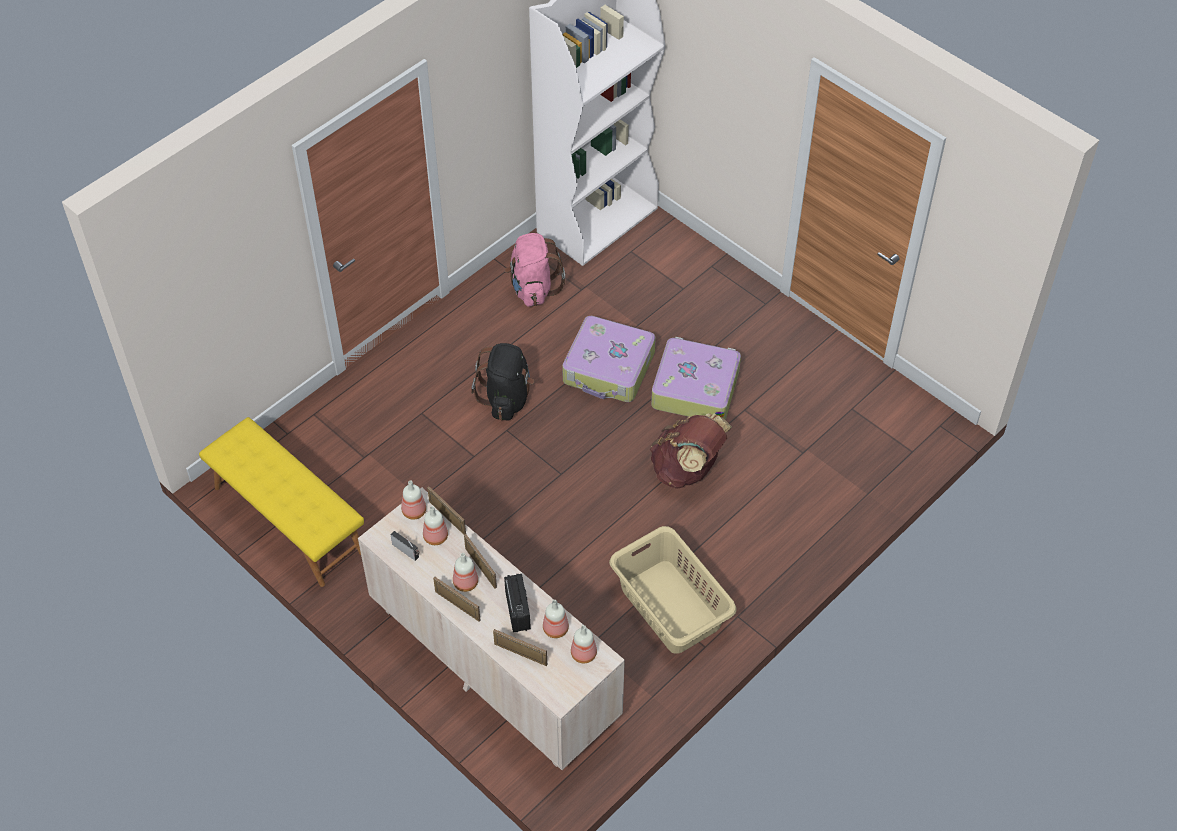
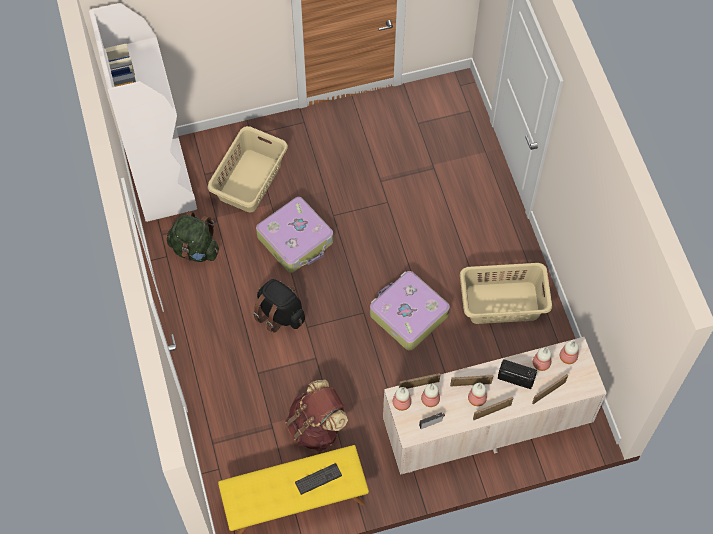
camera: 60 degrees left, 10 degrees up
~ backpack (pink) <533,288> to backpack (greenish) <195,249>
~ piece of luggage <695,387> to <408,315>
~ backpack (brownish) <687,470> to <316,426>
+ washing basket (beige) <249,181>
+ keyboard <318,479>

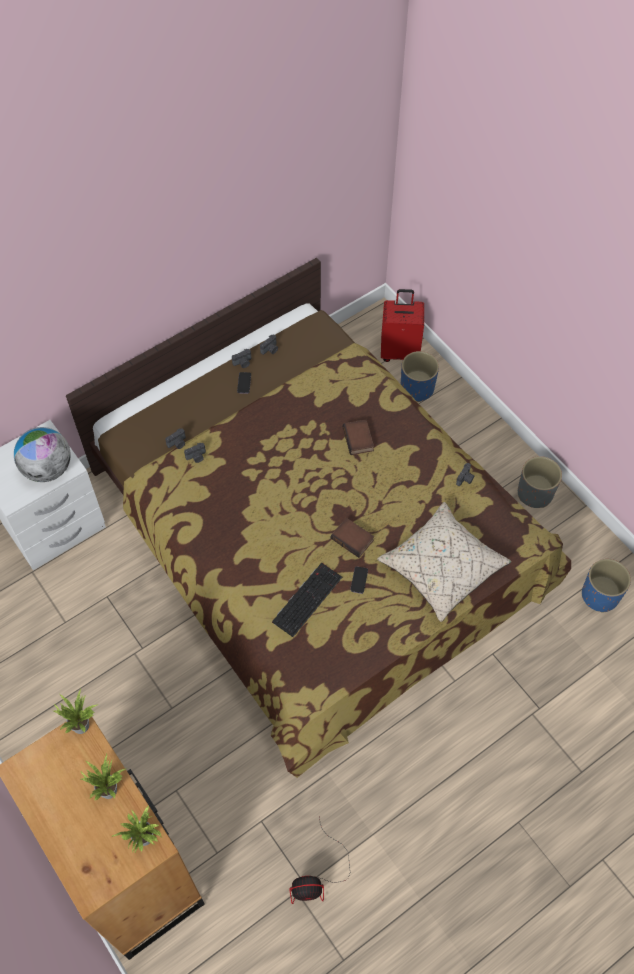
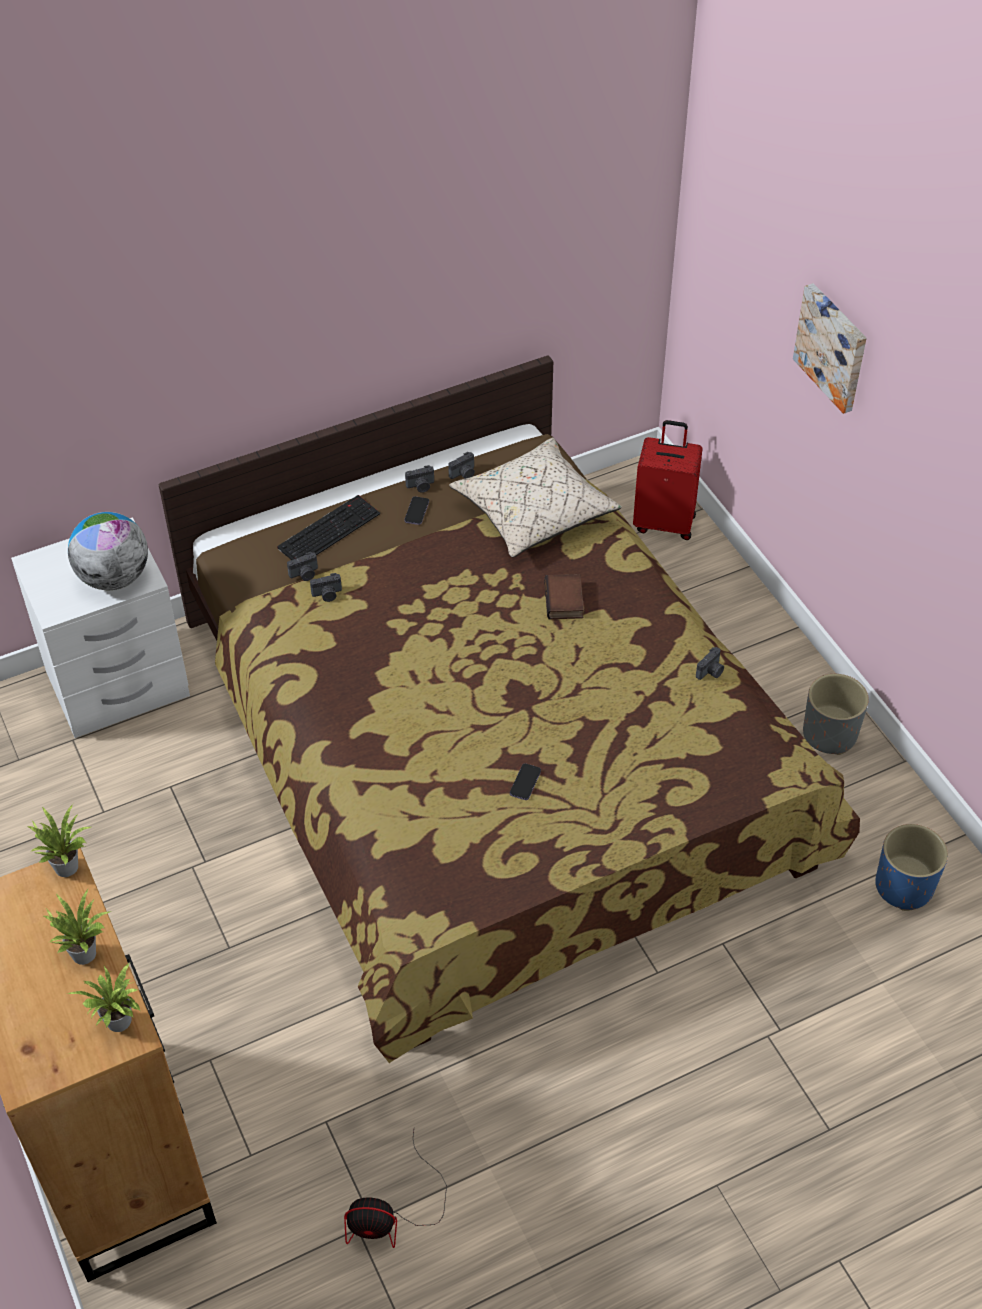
camera: 10 degrees right, 10 degrees down
- planter (blue-coloured) <417,388>
~ pillow (beige) <441,567> to <533,511>
- book <353,539>
~ keyboard <307,598> to <329,529>
+ wall art <833,347>

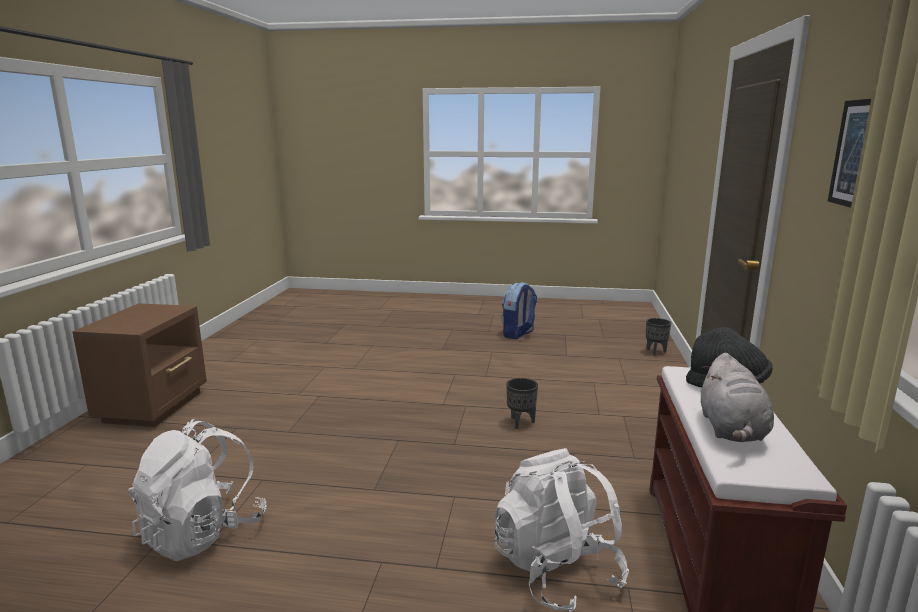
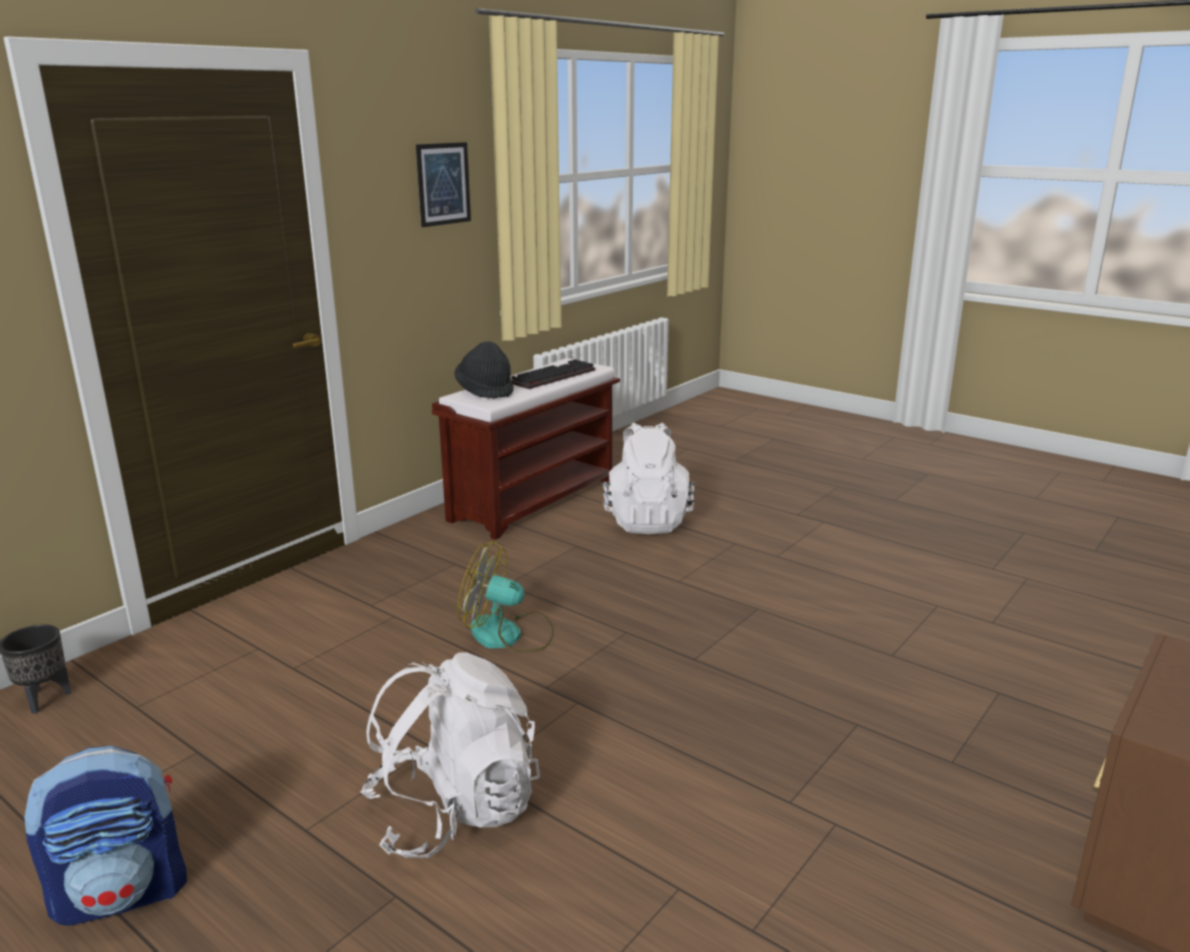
camera: 150 degrees left, 5 degrees up
~ plush toy (gray) <732,430> to keyboard <553,376>
~ planter (black) <520,422> to cooling fan <508,635>
~ backpack (white) <203,532> to <454,812>

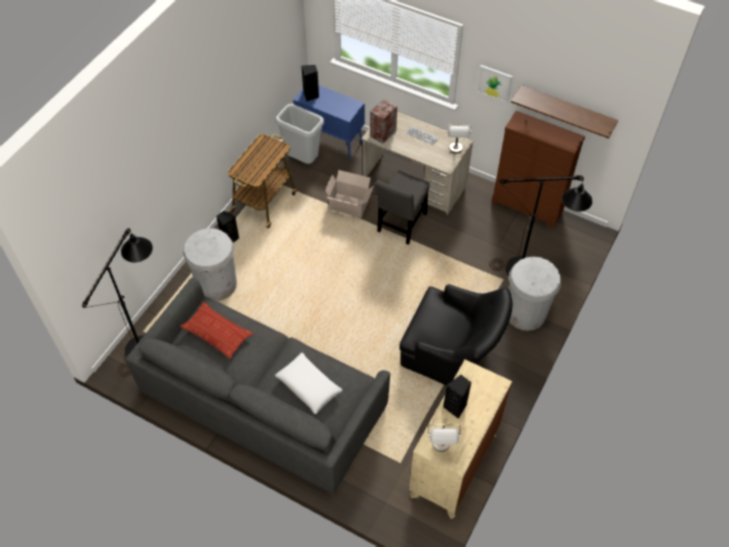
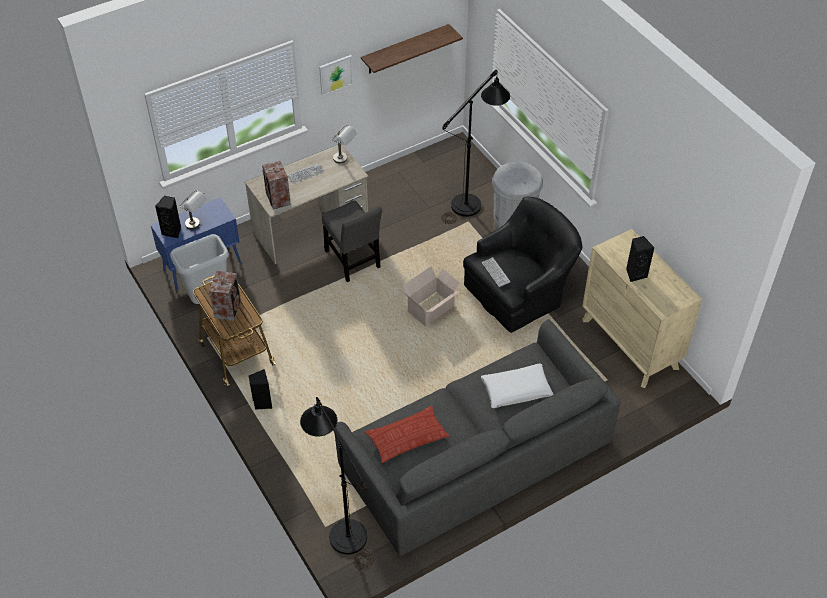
camera: 60 degrees left, 5 degrees down
- chest of drawers (brownish) <527,208>
~ carton <349,206> to <432,308>
- rubbish bin (white) <217,285>
~ table lamp (gray) <441,449> to <197,225>
+ keyboard <495,272>
+ audio speaker <228,308>

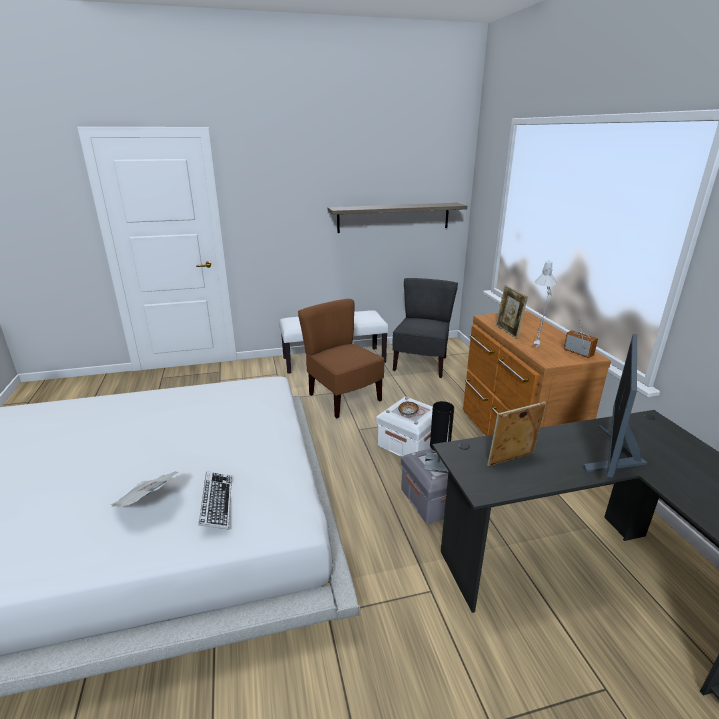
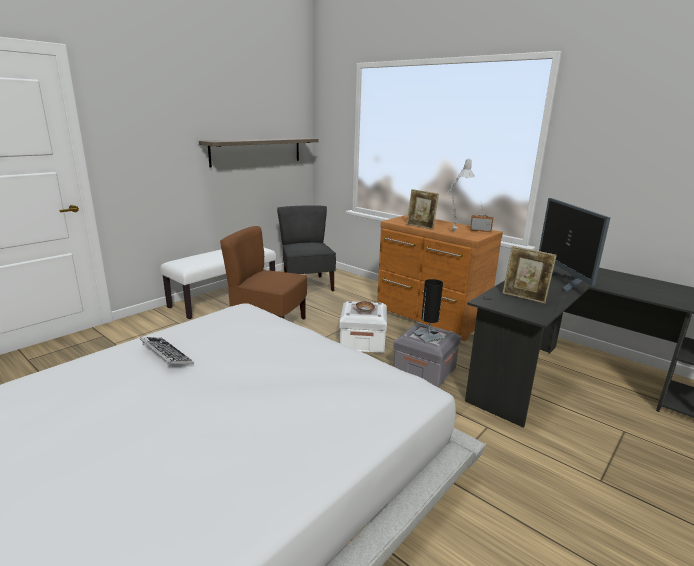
camera: 35 degrees left, 5 degrees down
~ photo frame <511,461> = <524,298> 90 degrees counterclockwise
- daily paper <148,502>
~ keyboard <216,503> to <165,355>

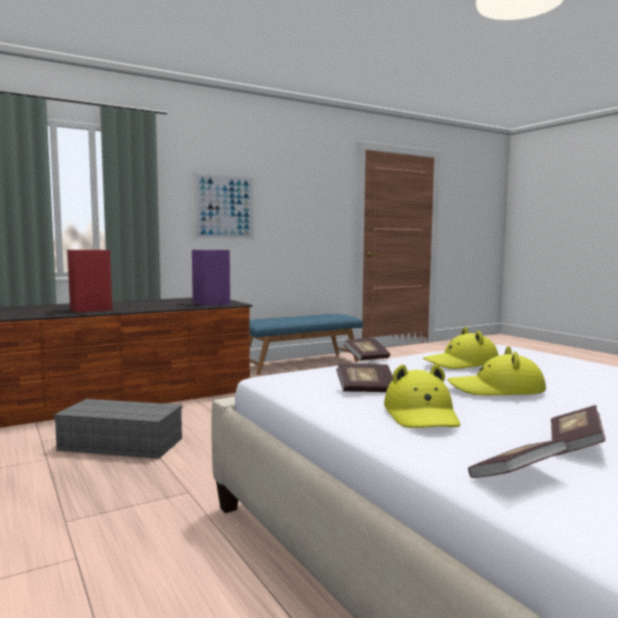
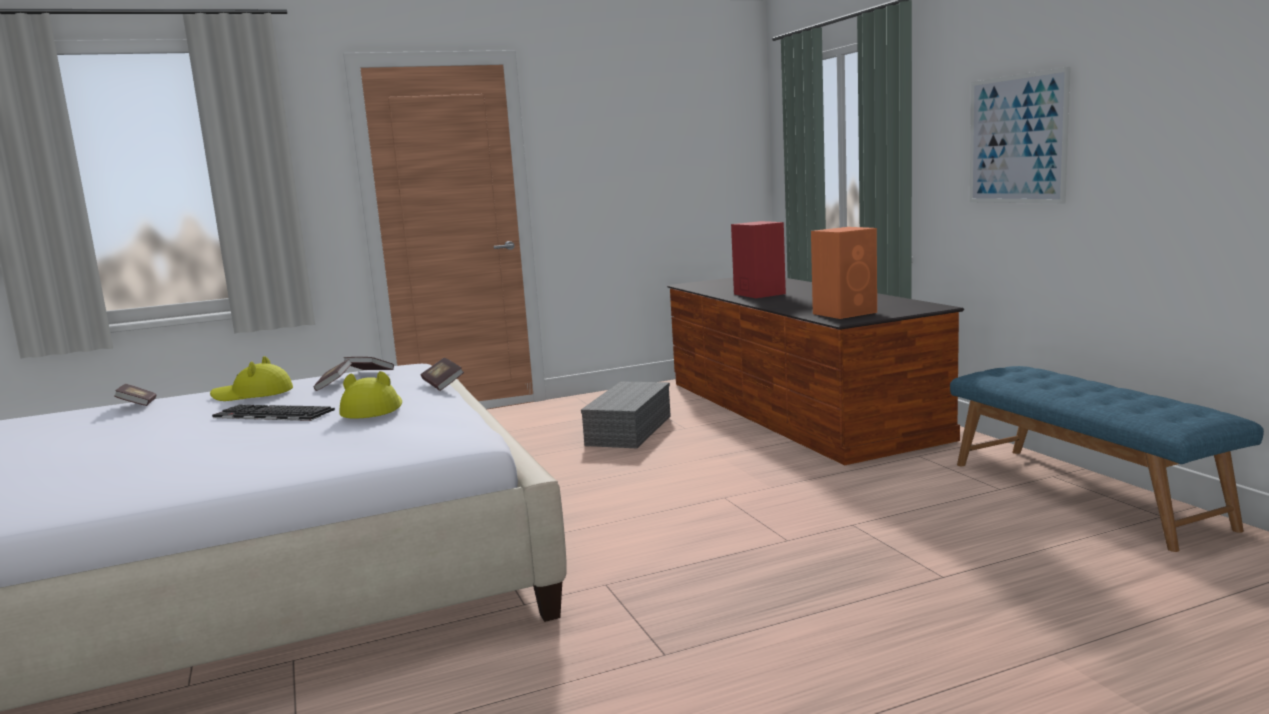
camera: 100 degrees right, 5 degrees up
~ audio speaker (purple) <210,303> to audio speaker (orange-coloured) <845,313>
~ hat (yellow-coloured) <497,389> to keyboard <271,414>
~ book <574,445> to <369,373>

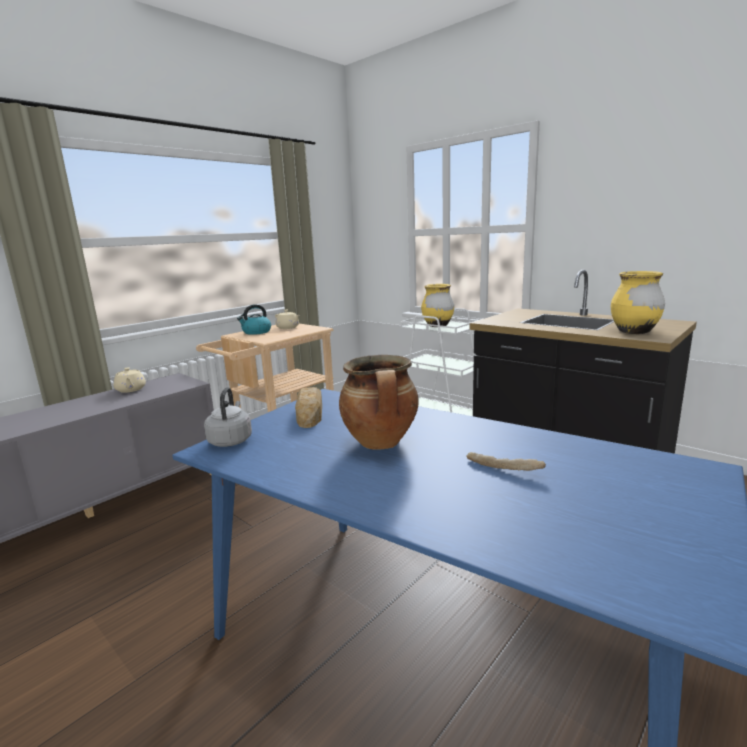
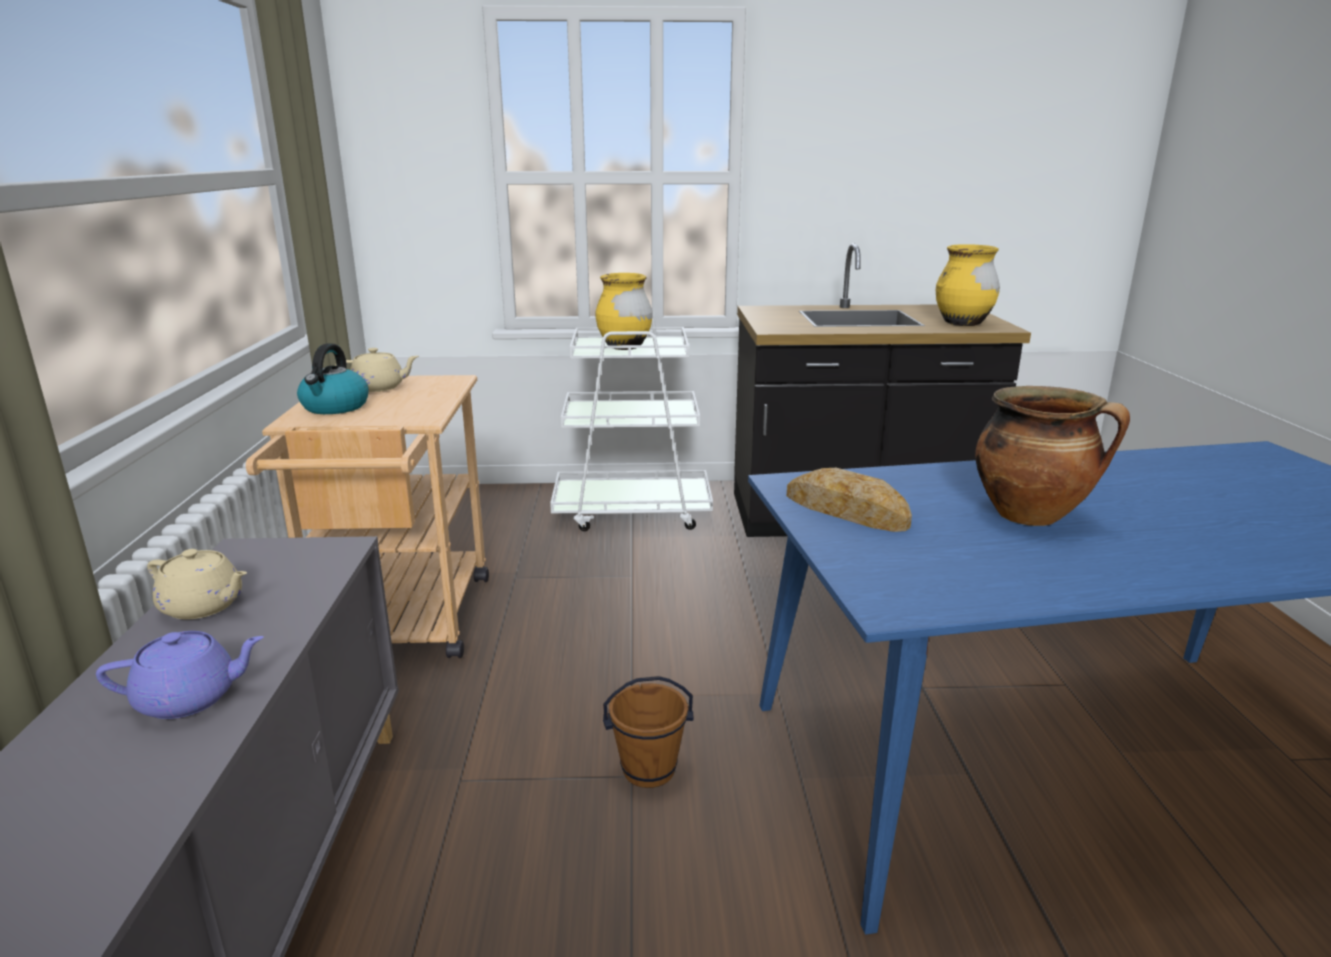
camera: 45 degrees left, 5 degrees up
- tea kettle (gray) <231,440>
- baked bread <504,468>
+ teapot (purple) <190,698>
+ bucket (brownish) <649,771>

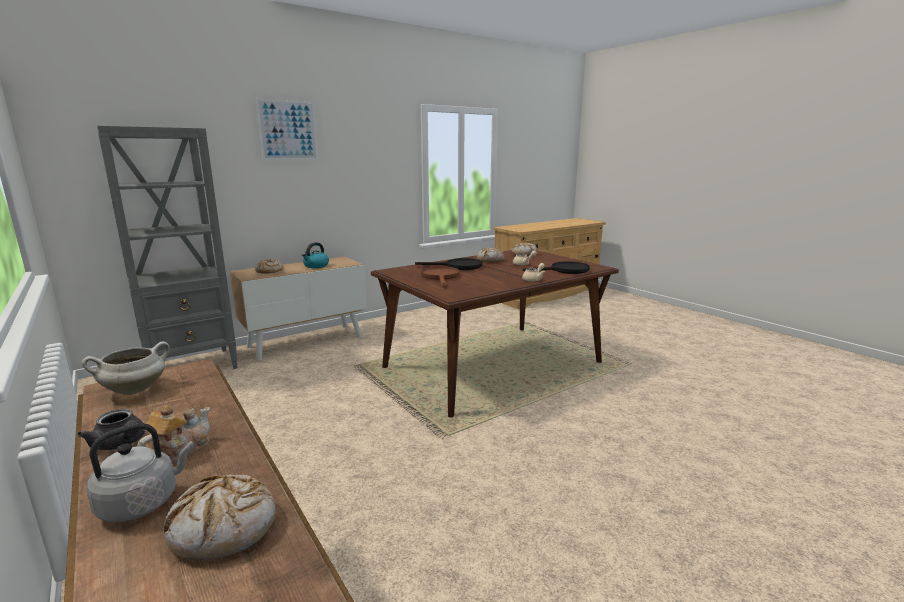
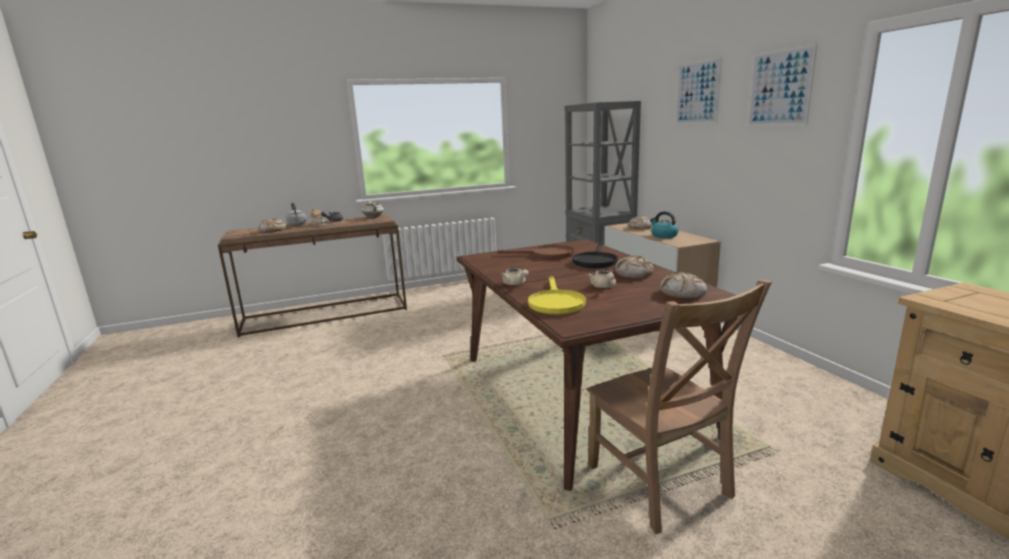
camera: 105 degrees right, 0 degrees up
~ skillet (black) <564,270> to skillet (yellow-coloured) <555,302>
+ wall art <779,88>
+ plain chair (brownish) <661,485>

